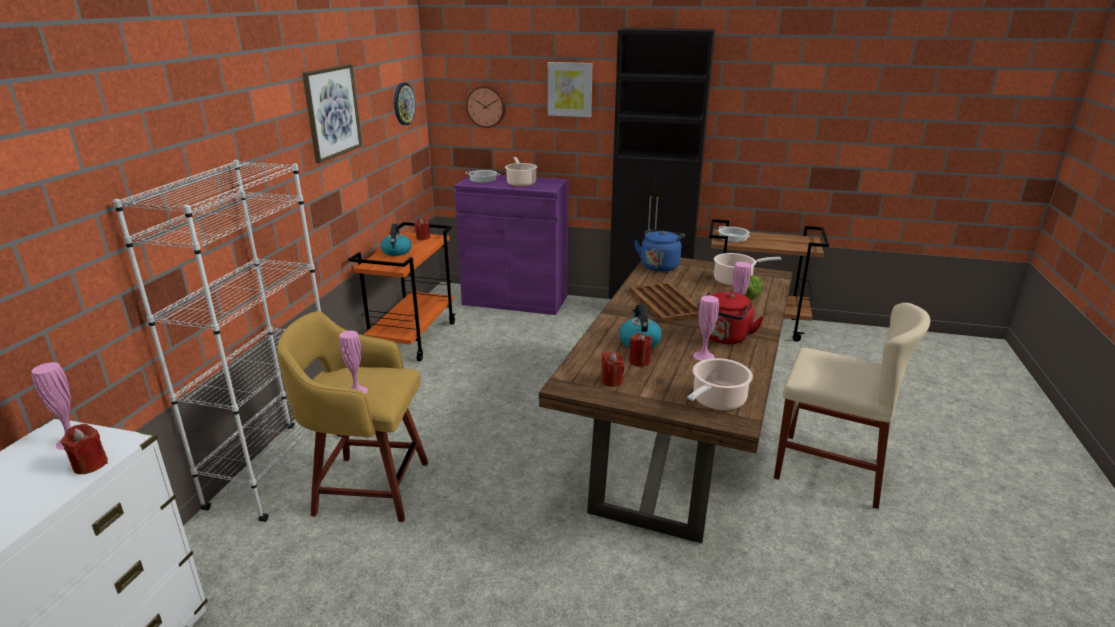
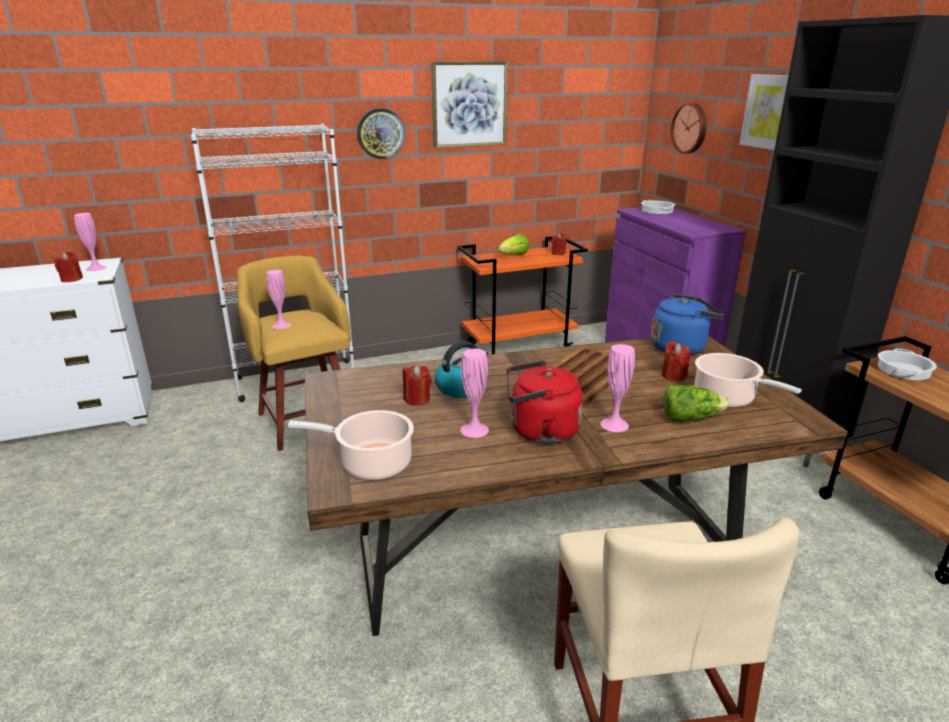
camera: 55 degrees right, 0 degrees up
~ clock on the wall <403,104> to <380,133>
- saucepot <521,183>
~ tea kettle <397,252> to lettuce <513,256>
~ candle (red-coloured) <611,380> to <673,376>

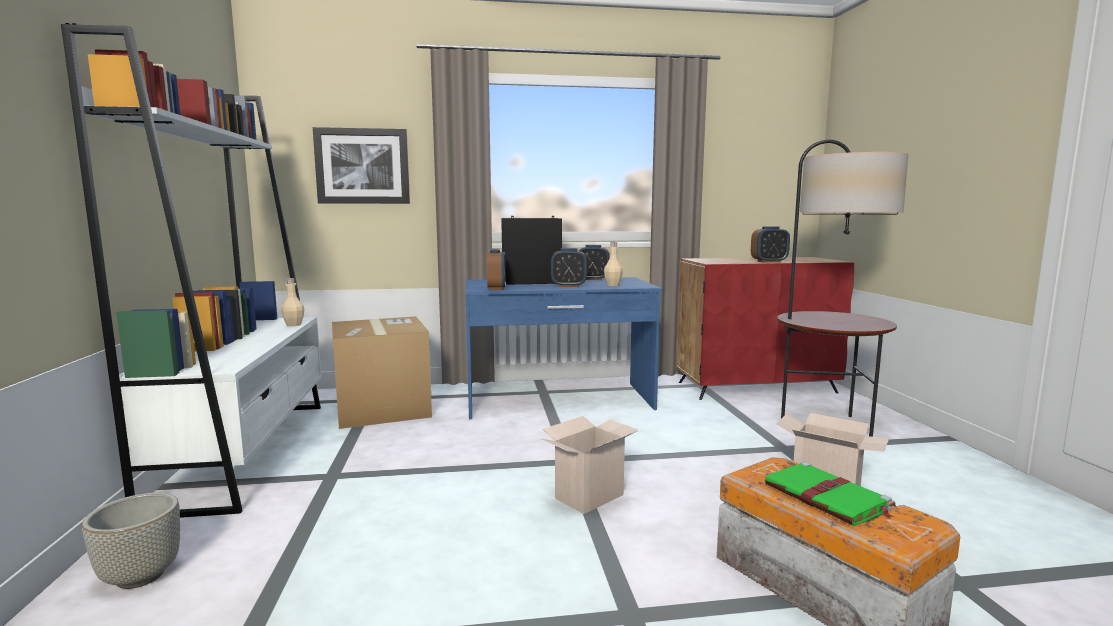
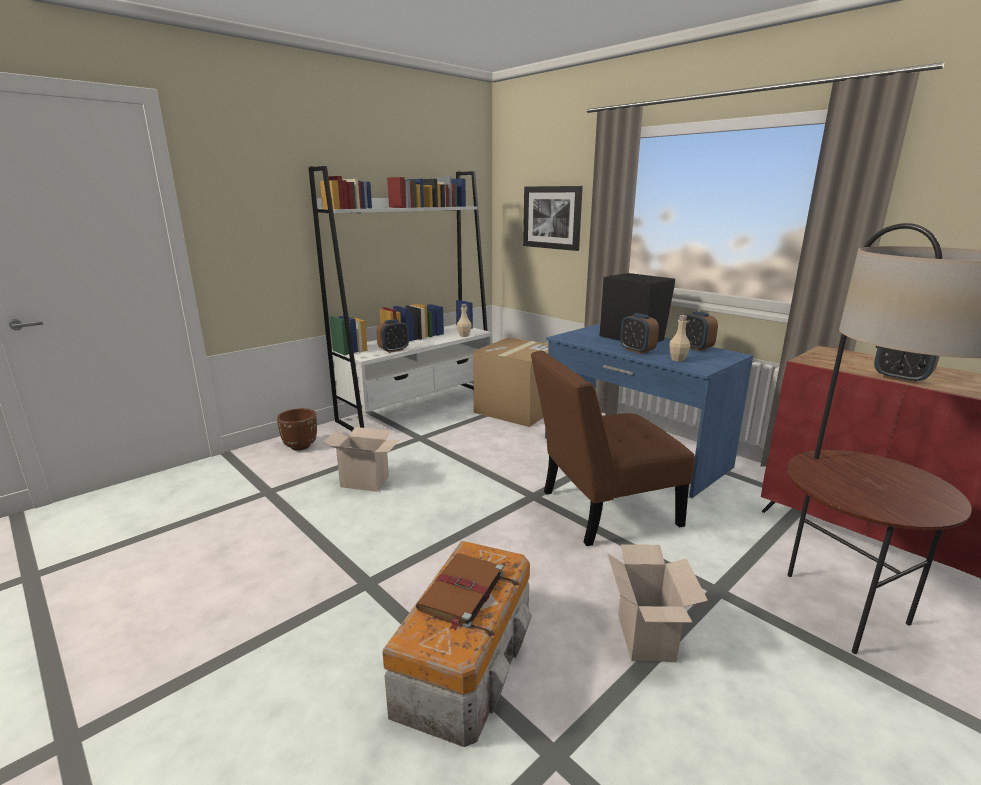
camera: 55 degrees right, 10 degrees up
~ table clock <497,288> to <393,350>
~ carton <589,495> to <366,482>
~ book (greenish) <827,498> to book (brownish) <461,592>
~ planter (gray) <141,577> to planter (brownish) <300,446>
+ plain chair (brownish) <602,510>

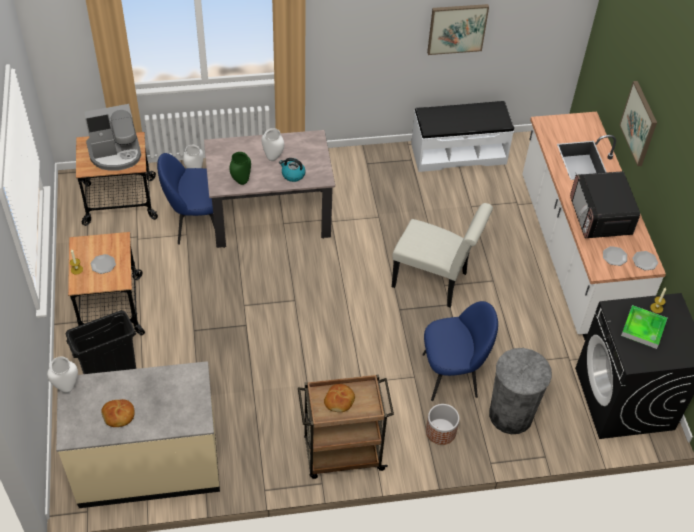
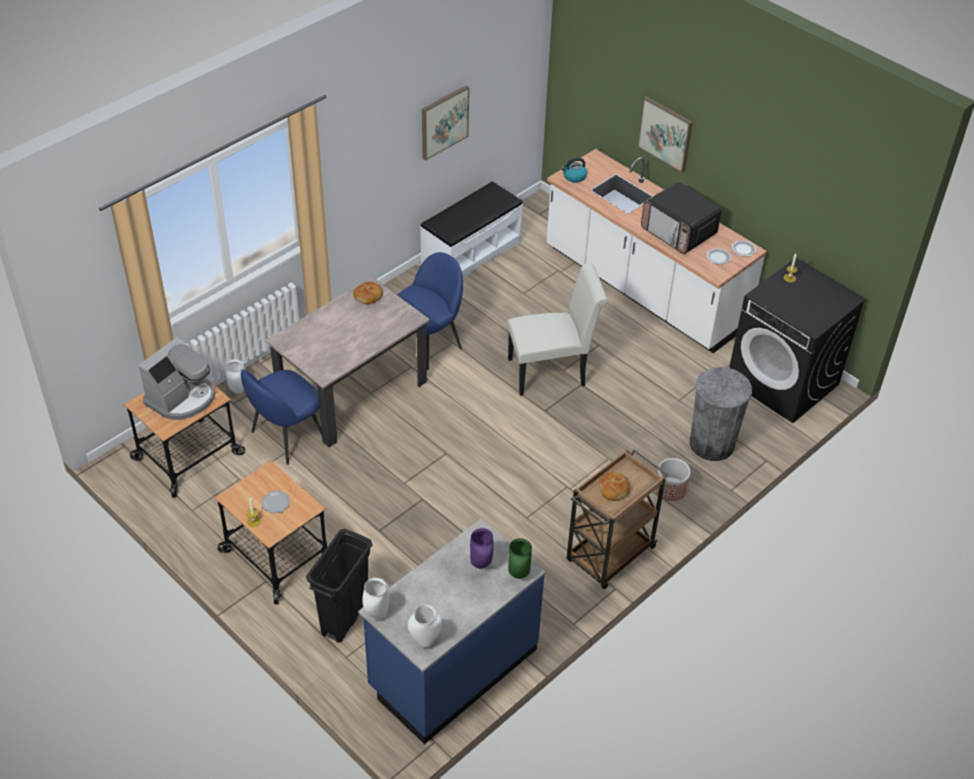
camera: 35 degrees left, 5 degrees down
~ vase (white) <273,157> to <425,640>
~ vase (greenish) <241,181> to <518,574>
~ tea kettle <292,175> to <574,177>
~ plain chair (blue-coloured) <452,375> to <428,343>
- carrying tray <643,328>
~ counter (beige) <148,465> to counter (blue-coloured) <452,668>
~ baked bread <119,416> to <368,296>
+ vase (purple) <481,564>

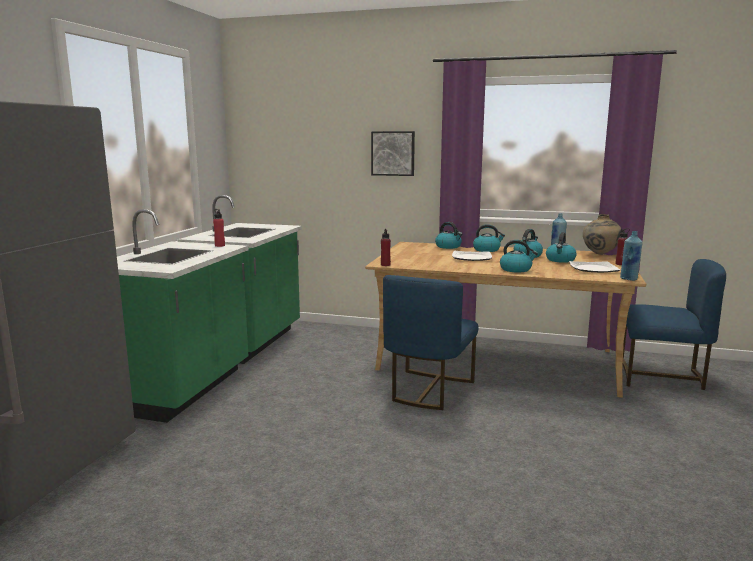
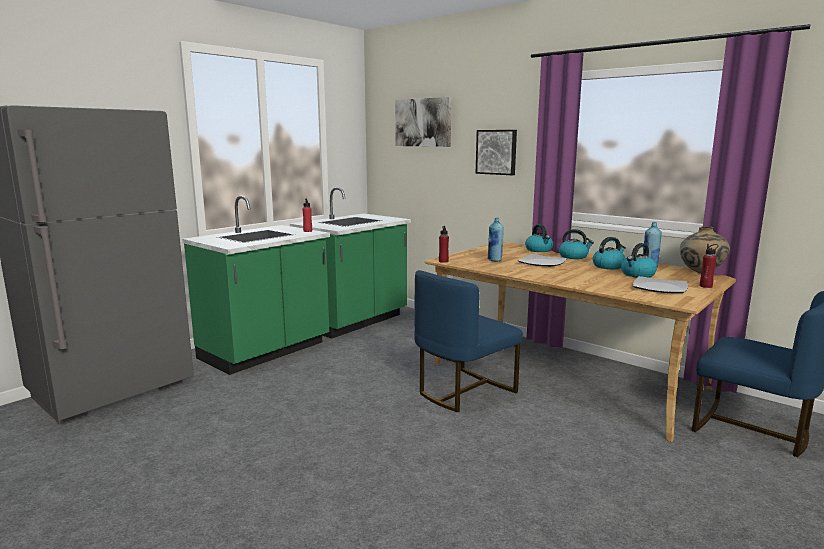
camera: 25 degrees right, 0 degrees up
~ beverage bottle (blue-coloured) <629,279> to <494,260>
- tea kettle <516,269>
+ wall art <423,122>

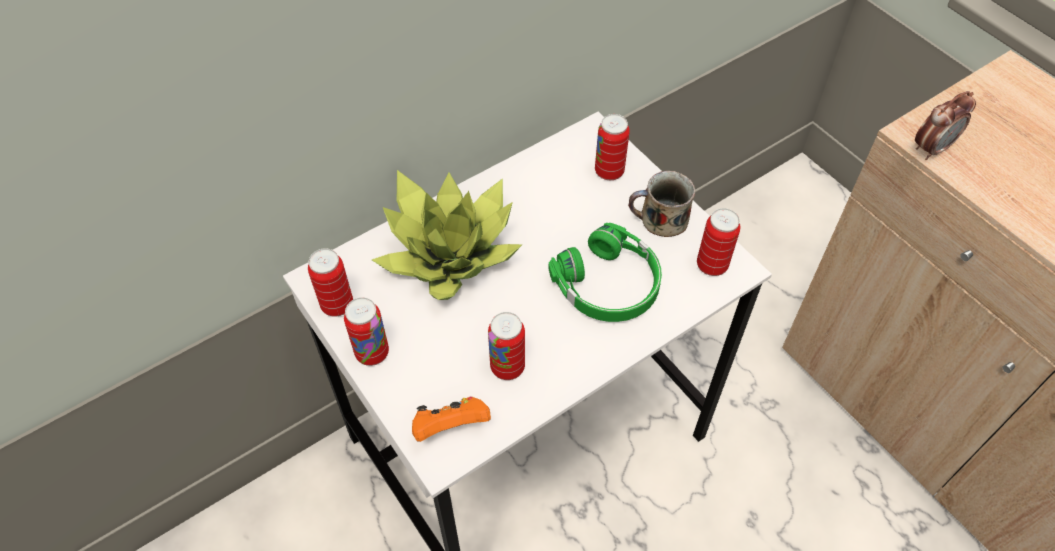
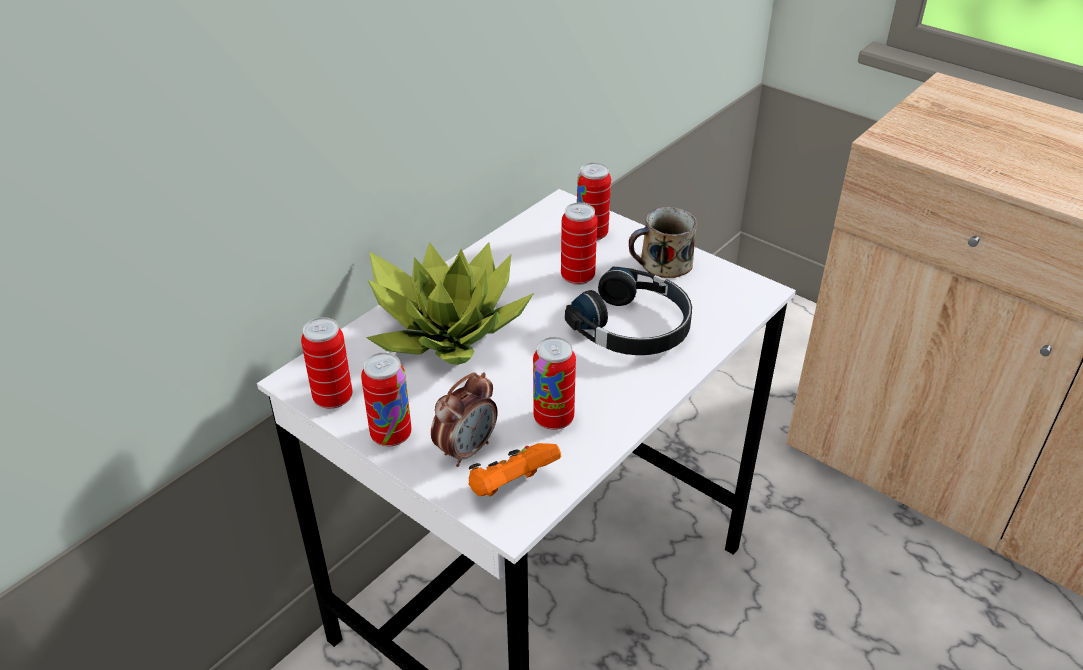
camera: 15 degrees left, 15 degrees down
~ table clock <931,148> to <466,450>
~ metal can <712,265> to <577,277>
~ pair of headphones (greenish) <609,285> to pair of headphones (black) <633,327>

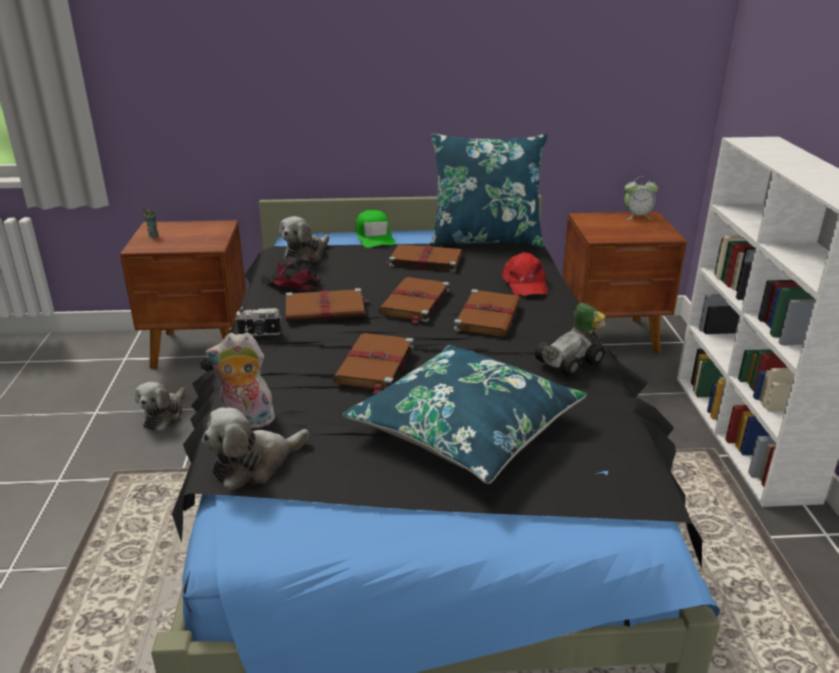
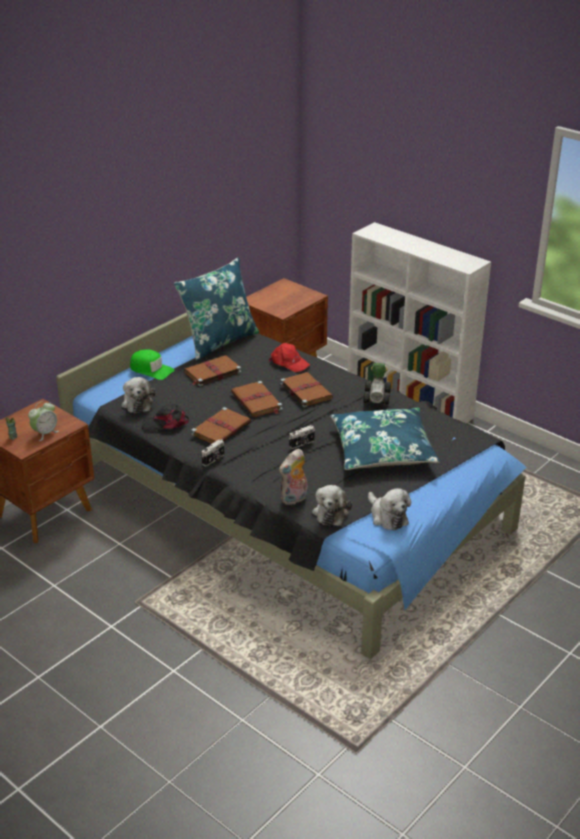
camera: 45 degrees left, 5 degrees up
~ table clock <637,216> to <45,433>
~ book (brownish) <374,365> to still camera <302,444>
~ plush toy <164,415> to <387,516>

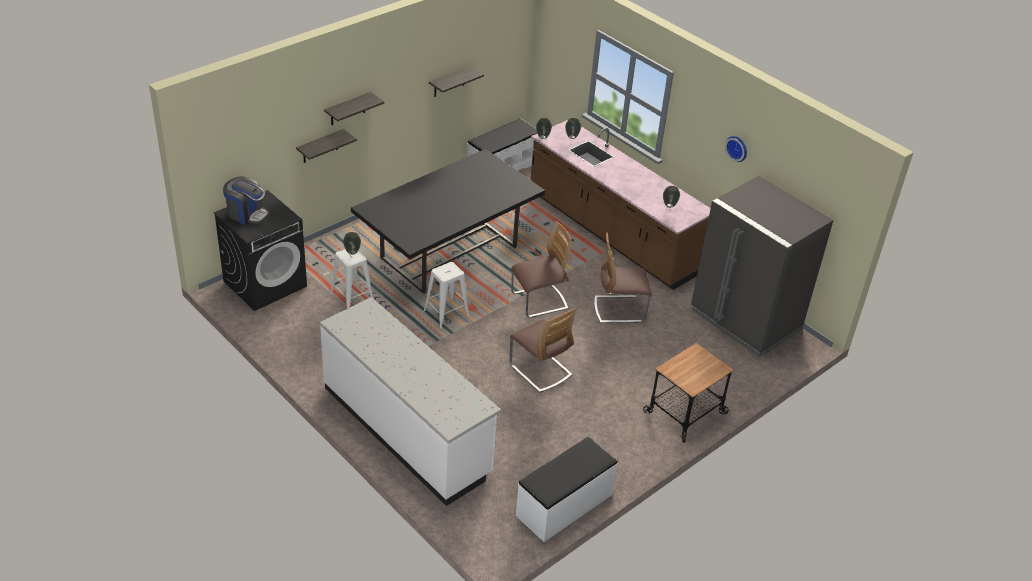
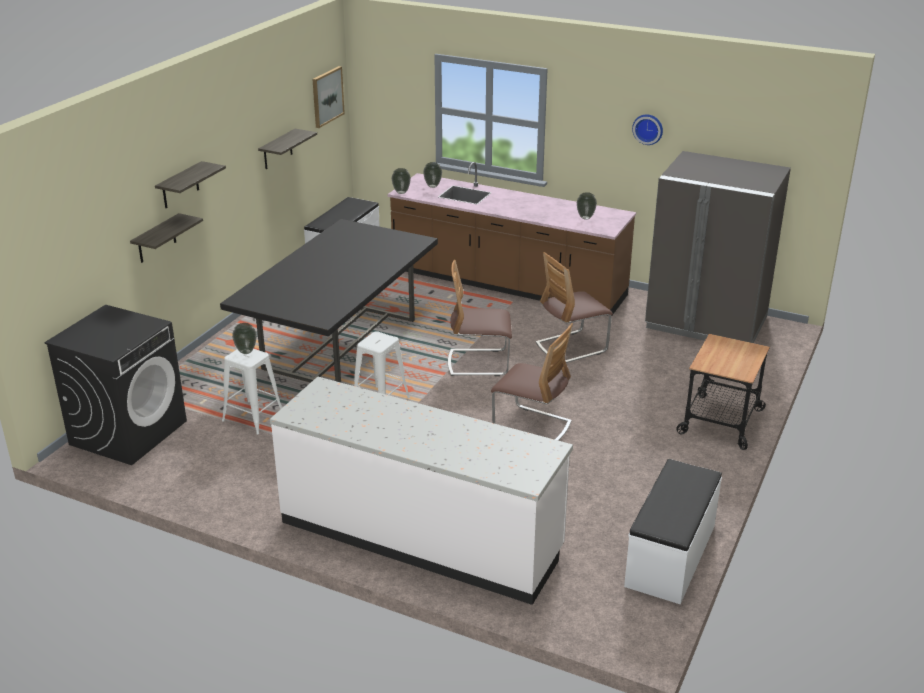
camera: 20 degrees left, 10 degrees down
- coffee machine <247,214>
~ plain chair <539,301> = <478,363> 135 degrees counterclockwise
+ wall art <327,96>

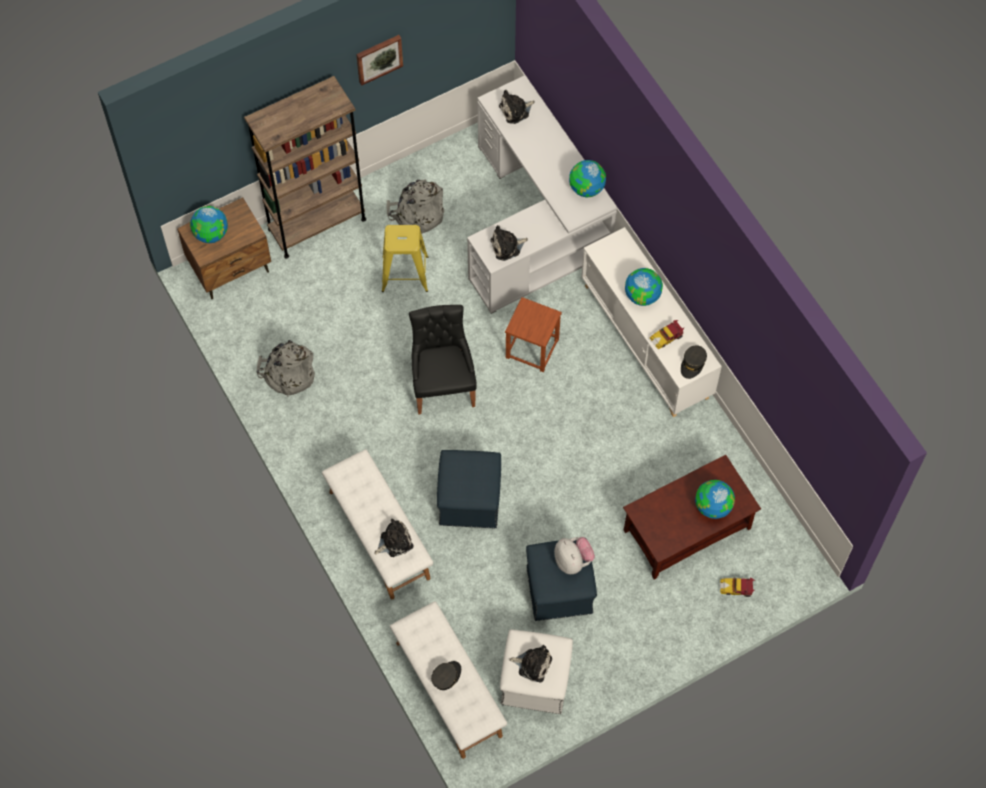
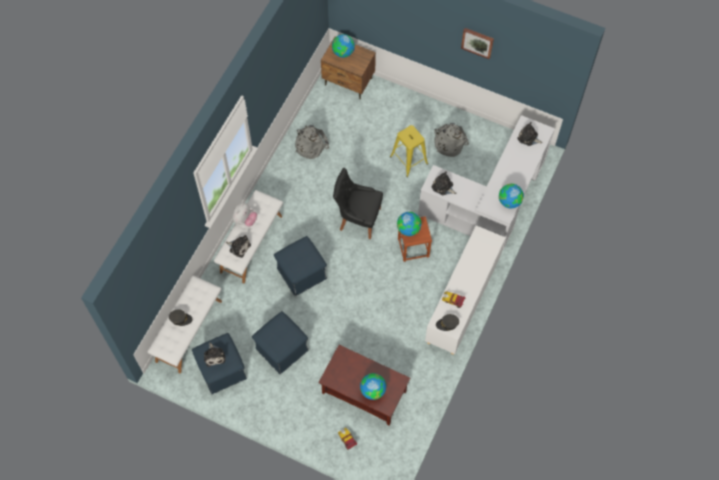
camera: 55 degrees right, 0 degrees up
- bookcase (brownish) <317,224>
~ globe <642,295> to <408,229>
~ plain chair (black) <443,385> = <358,219> 120 degrees counterclockwise
~ plush toy <573,561> to <245,220>
~ footrest (white) <534,681> to footrest (blue-coloured) <221,369>

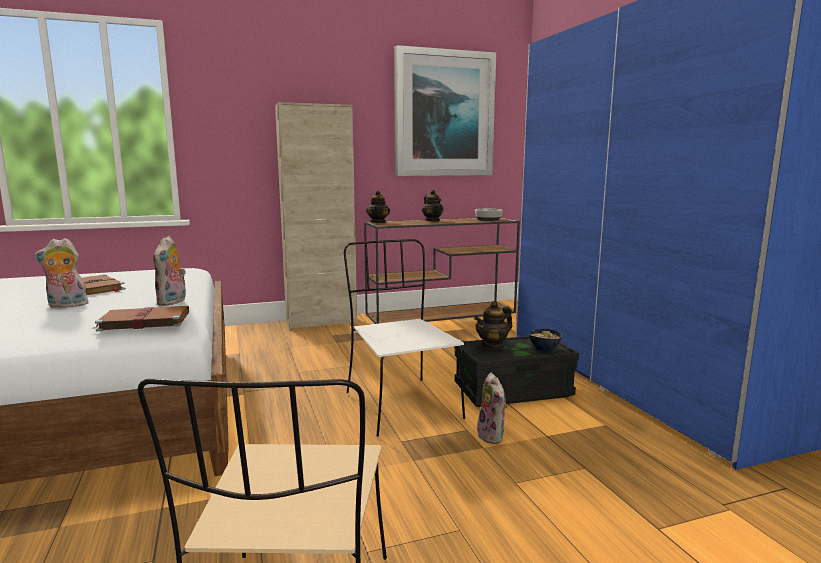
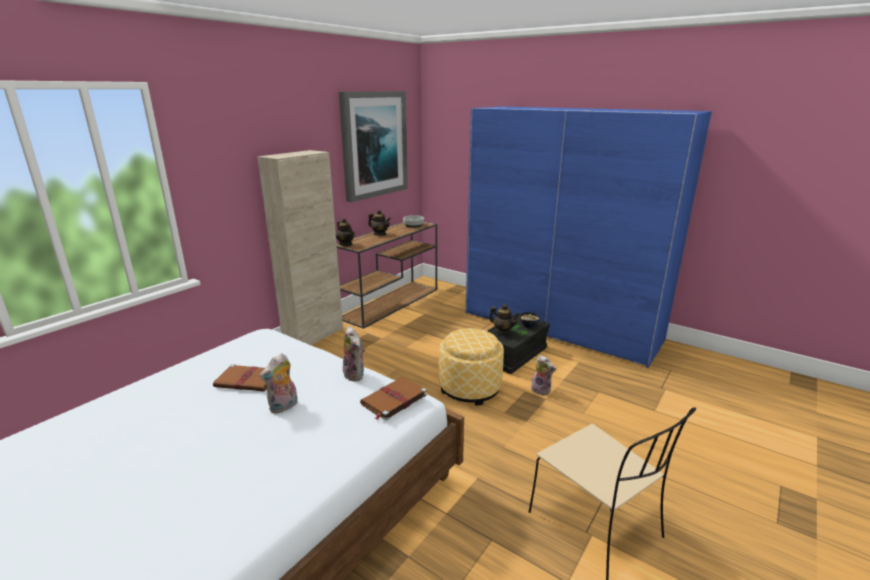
camera: 35 degrees left, 10 degrees up
~ plain chair (white) <400,404> to footrest <470,388>
~ teapot <493,345> = <503,331> 75 degrees counterclockwise

